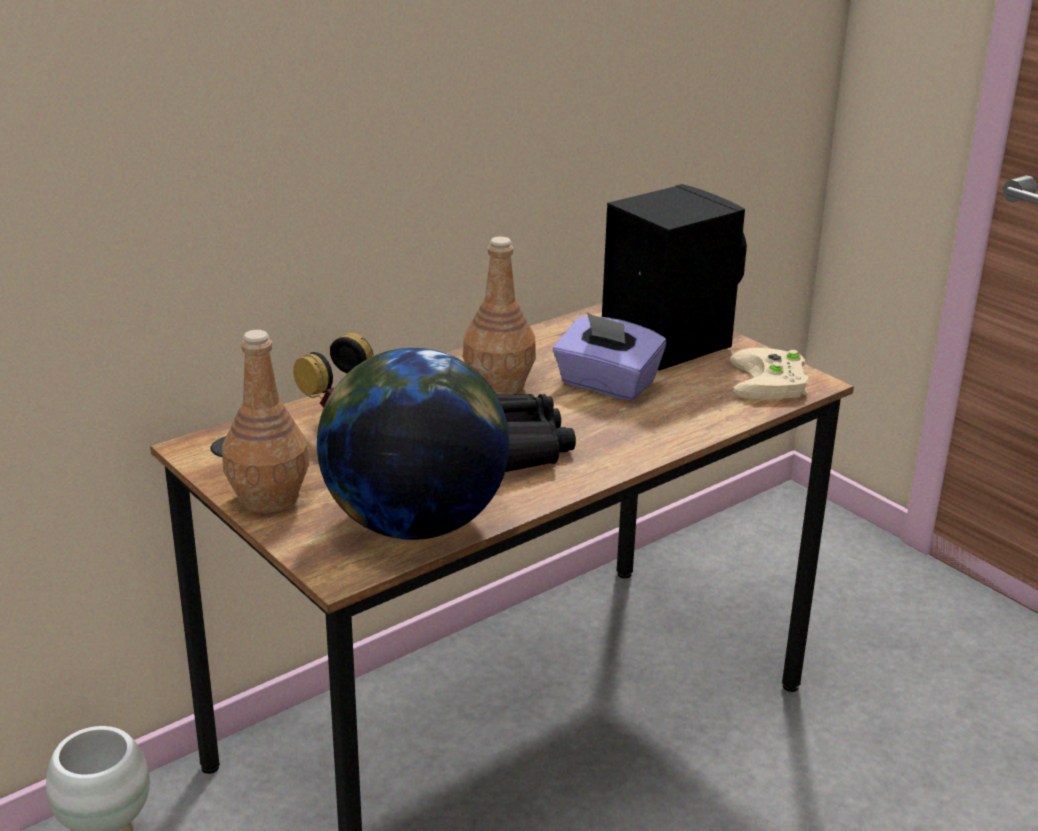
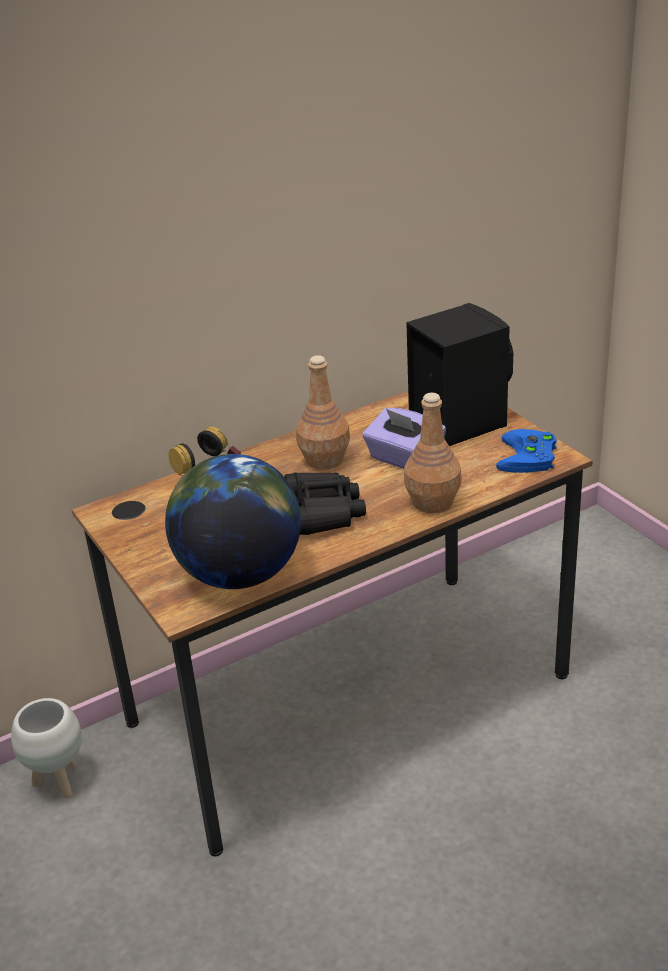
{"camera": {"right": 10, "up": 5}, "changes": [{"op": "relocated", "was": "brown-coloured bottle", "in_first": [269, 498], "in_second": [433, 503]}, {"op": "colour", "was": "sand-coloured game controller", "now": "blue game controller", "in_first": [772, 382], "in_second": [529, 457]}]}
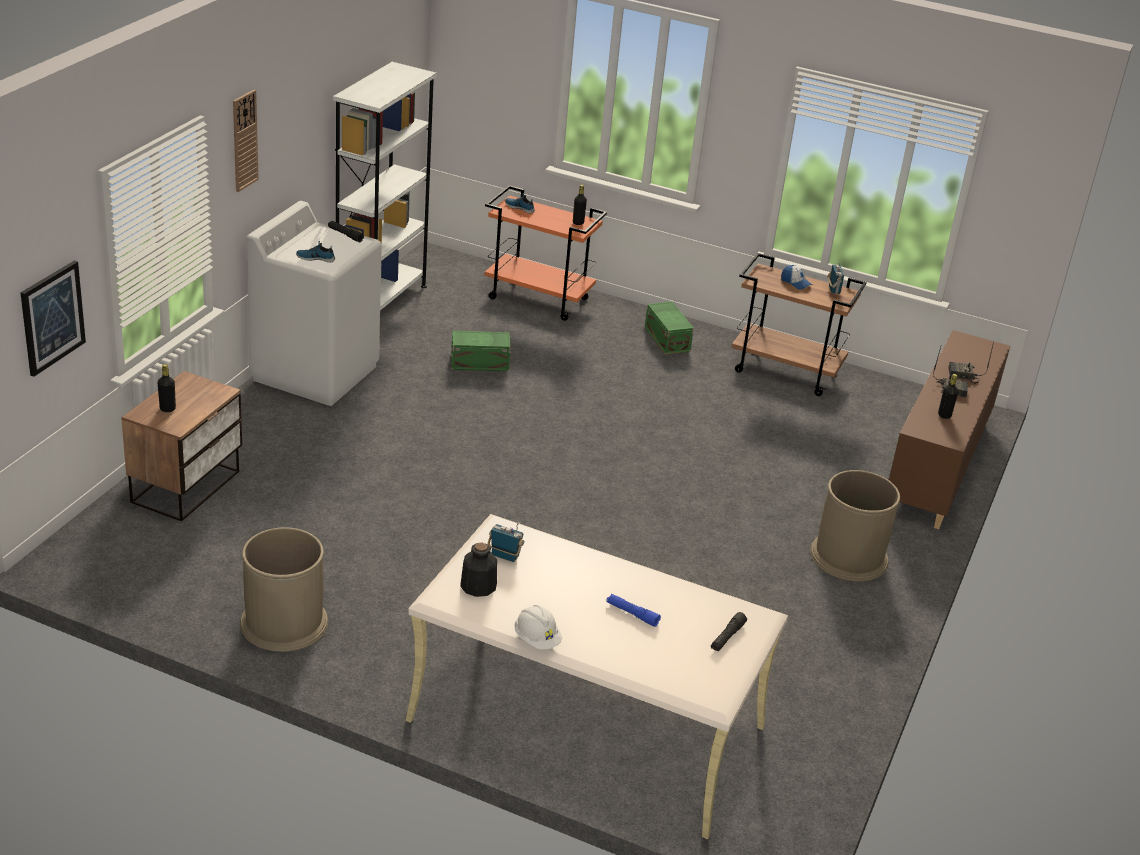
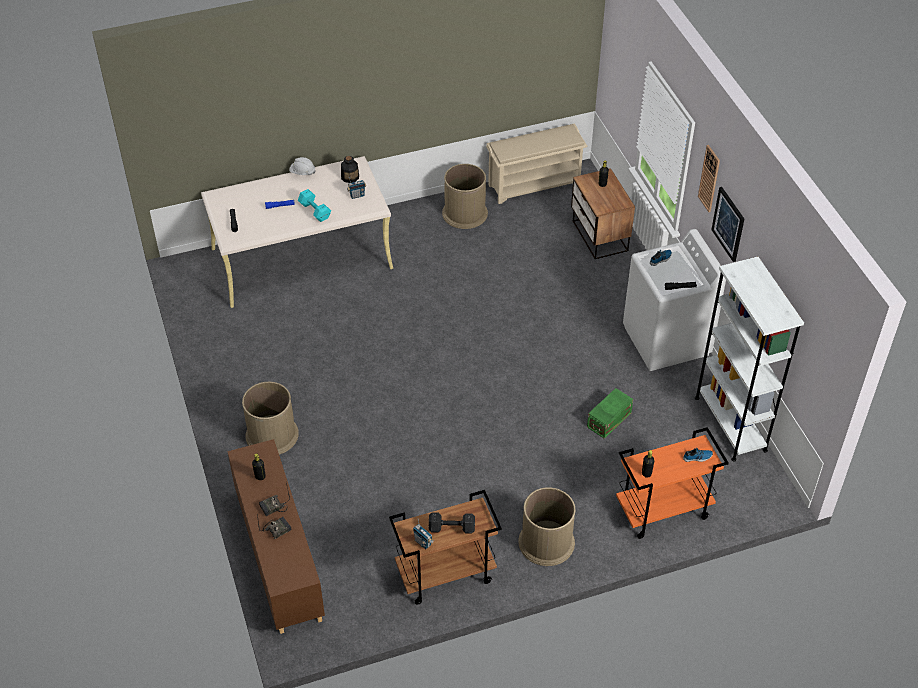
{"camera": {"right": 140, "up": 15}, "changes": [{"op": "relocated", "was": "wall art", "in_first": [52, 317], "in_second": [728, 224]}, {"op": "exchanged", "was": "green-coloured storage box", "now": "brown-coloured rubbish bin", "in_first": [667, 339], "in_second": [546, 542]}, {"op": "exchanged", "was": "cap", "now": "blackish free weight", "in_first": [795, 283], "in_second": [452, 528]}, {"op": "appeared", "now": "blue-green free weight", "in_second": [314, 210]}, {"op": "appeared", "now": "sand-coloured shoe shelf", "in_second": [535, 184]}]}
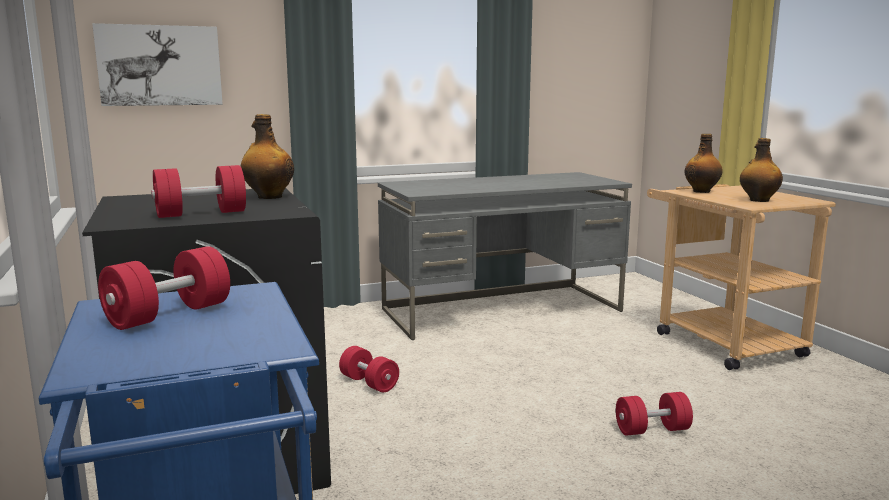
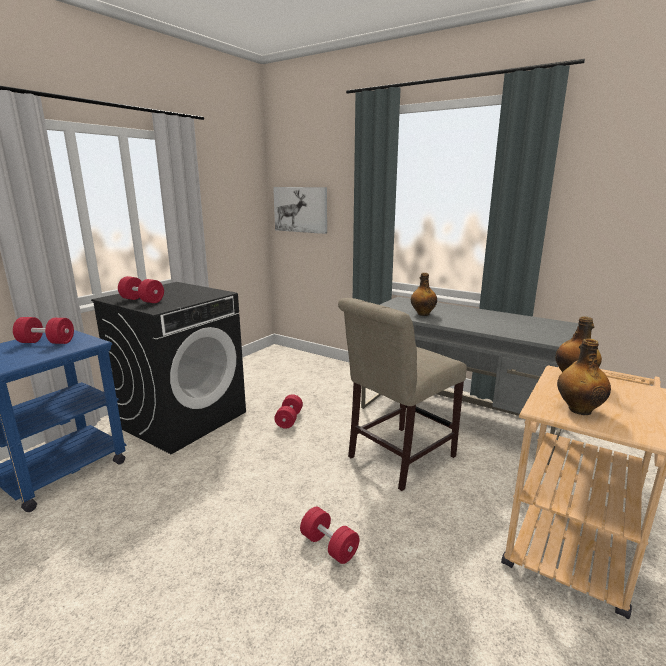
{"camera": {"right": 55, "up": 5}, "changes": [{"op": "relocated", "was": "bottle", "in_first": [269, 197], "in_second": [423, 314]}, {"op": "appeared", "now": "sand-coloured plain chair", "in_second": [396, 458]}]}
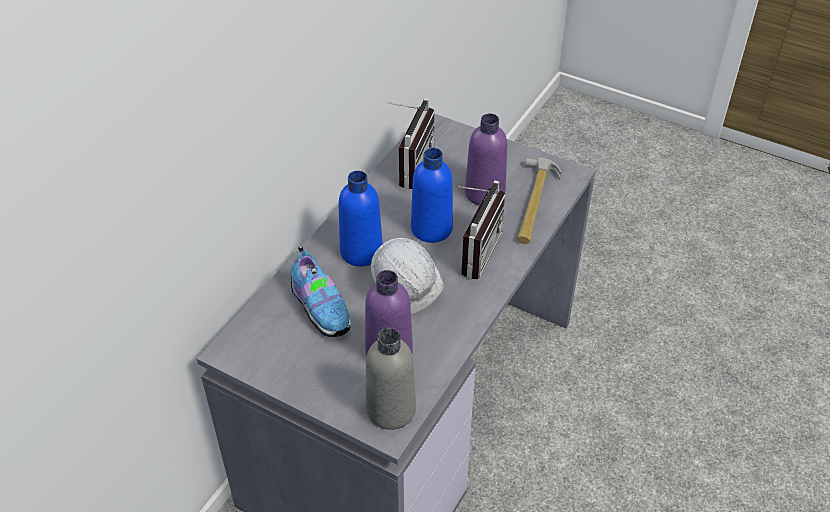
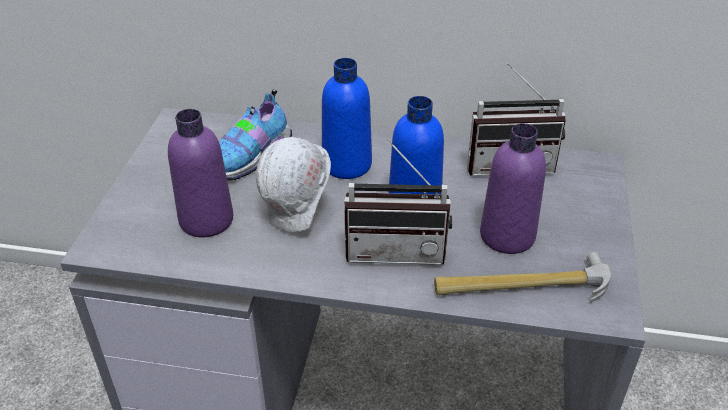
{"camera": {"right": 70, "up": -5}, "changes": [{"op": "missing", "was": "gray bottle", "in_first": [391, 410]}]}
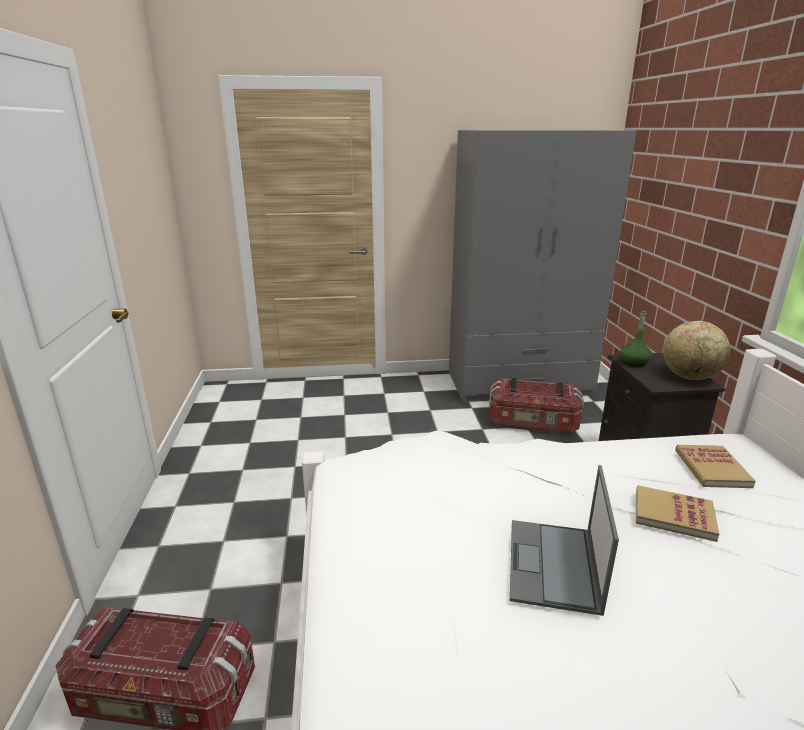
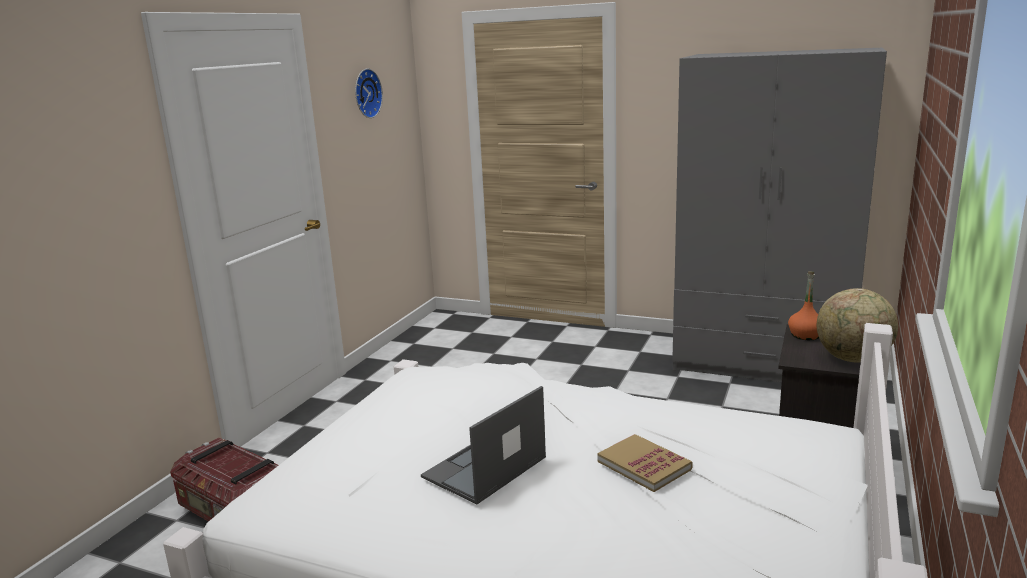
{"camera": {"right": 30, "up": -5}, "changes": [{"op": "missing", "was": "storage box", "in_first": [533, 423]}, {"op": "colour", "was": "green-coloured bottle", "now": "orangey bottle", "in_first": [634, 362], "in_second": [805, 335]}, {"op": "missing", "was": "volume", "in_first": [712, 468]}, {"op": "appeared", "now": "wall clock", "in_second": [365, 93]}]}
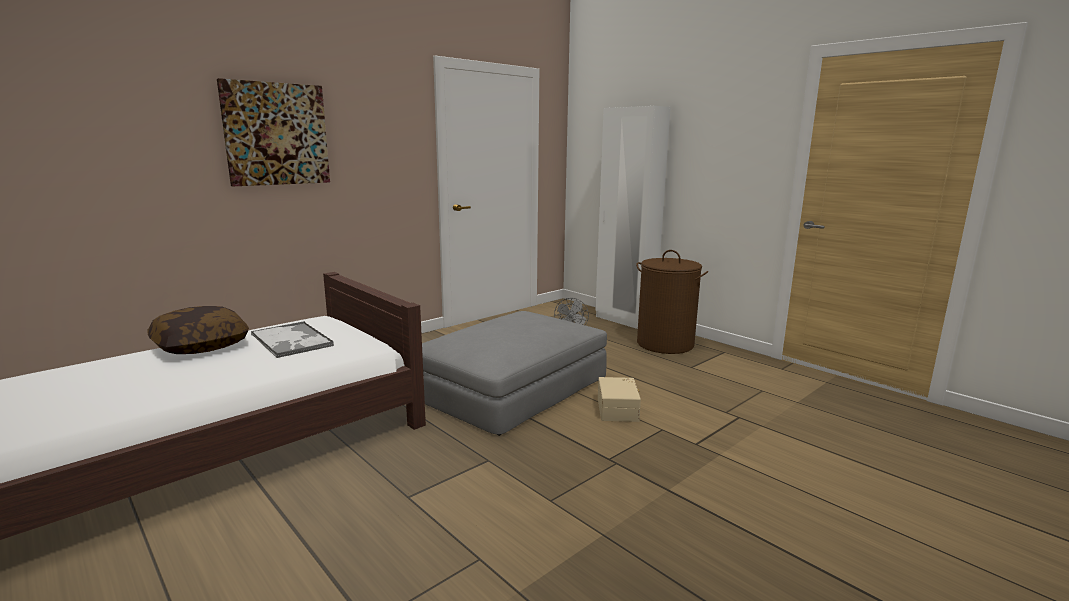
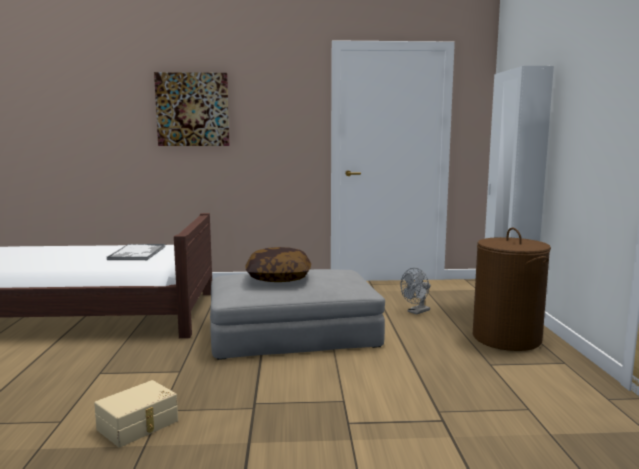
{"camera": {"right": 40, "up": -5}, "changes": [{"op": "relocated", "was": "cushion", "in_first": [200, 346], "in_second": [278, 277]}, {"op": "relocated", "was": "sand-coloured storage box", "in_first": [619, 409], "in_second": [139, 425]}]}
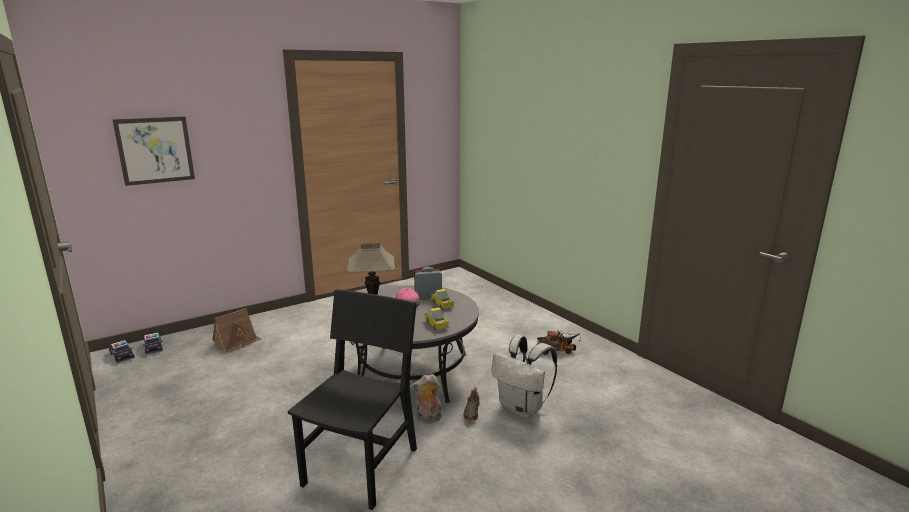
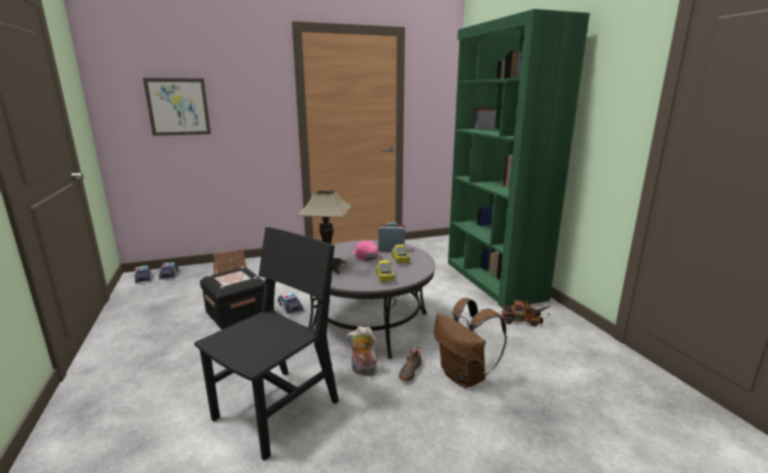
{"camera": {"right": 15, "up": 0}, "changes": [{"op": "colour", "was": "white rucksack", "now": "brown-coloured rucksack", "in_first": [522, 408], "in_second": [465, 377]}, {"op": "appeared", "now": "blackish storage box", "in_second": [237, 313]}, {"op": "appeared", "now": "miniature car", "in_second": [290, 307]}, {"op": "appeared", "now": "green-coloured shelving unit", "in_second": [493, 280]}]}
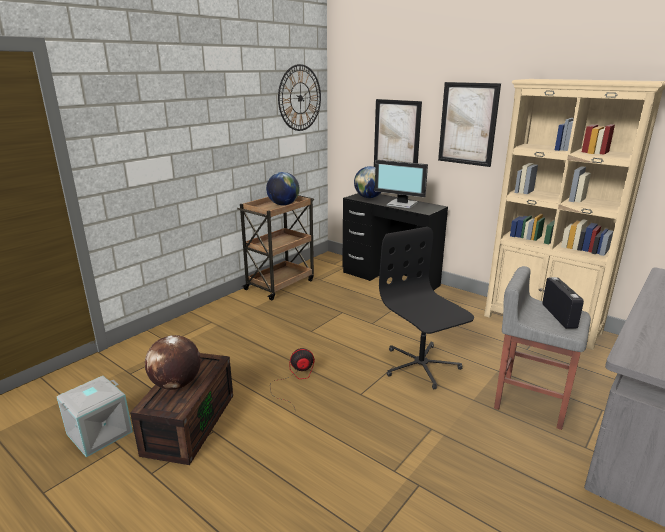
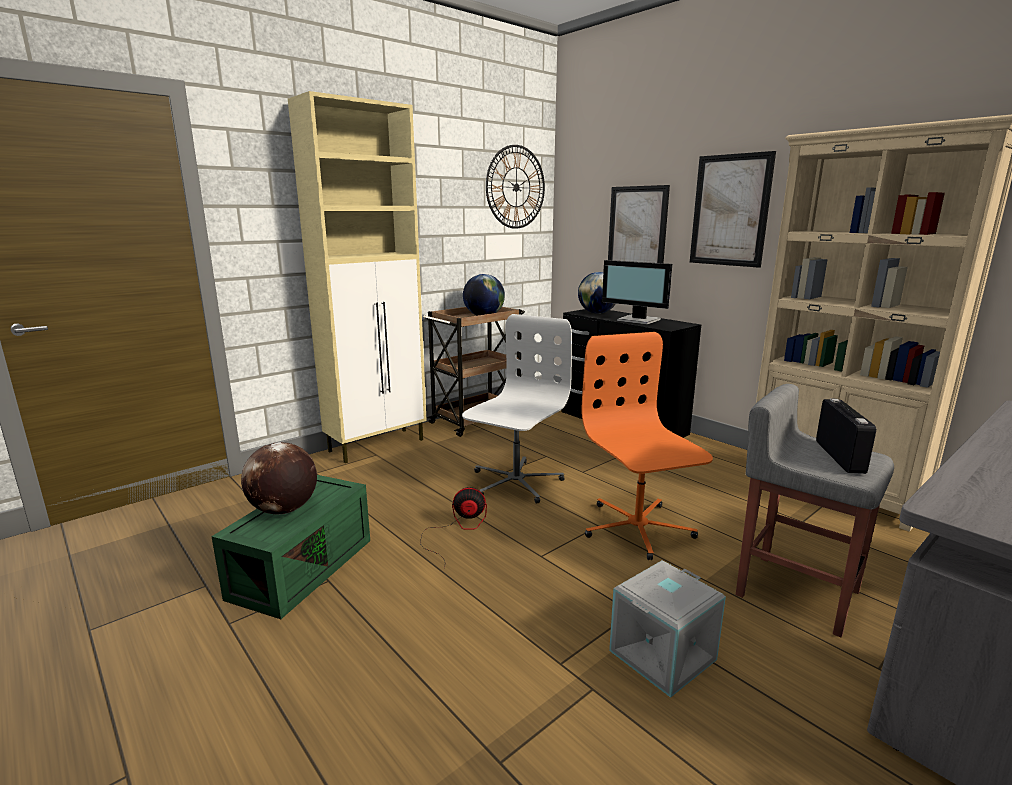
{"camera": {"right": 10, "up": -5}, "changes": [{"op": "relocated", "was": "gray storage box", "in_first": [99, 433], "in_second": [663, 656]}, {"op": "colour", "was": "brown-coloured storage box", "now": "green-coloured storage box", "in_first": [189, 422], "in_second": [302, 566]}, {"op": "colour", "was": "blackish computer chair", "now": "orangey computer chair", "in_first": [420, 366], "in_second": [637, 528]}, {"op": "appeared", "now": "sand-coloured cabinet", "in_second": [378, 445]}, {"op": "appeared", "now": "white computer chair", "in_second": [515, 482]}]}
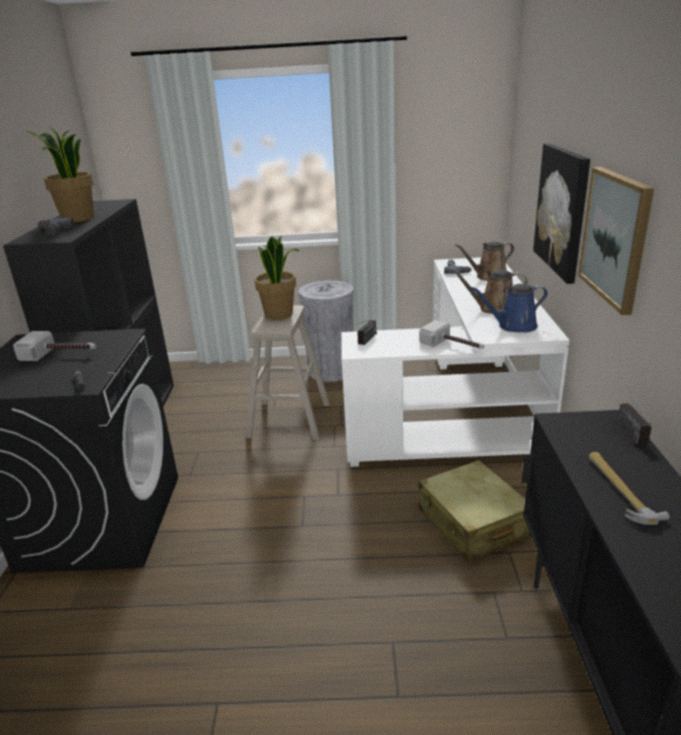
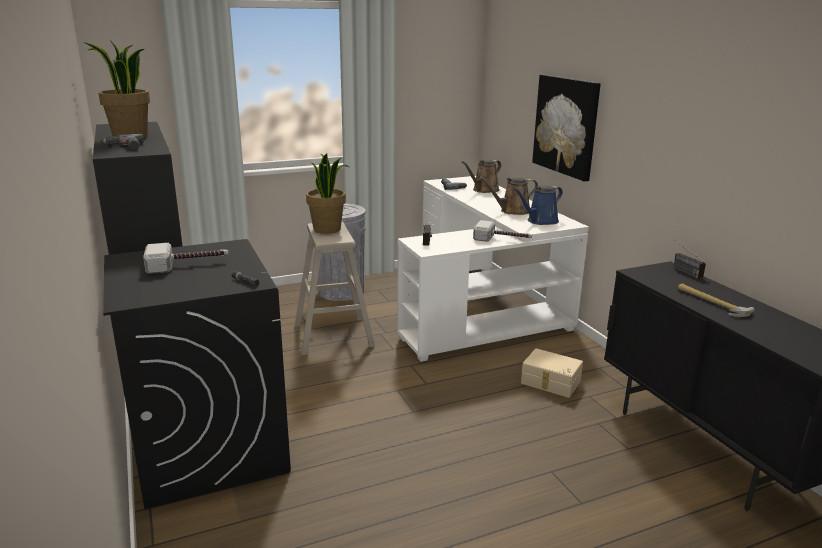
{"camera": {"right": -25, "up": -5}, "changes": [{"op": "exchanged", "was": "sand-coloured travel case", "now": "sand-coloured storage box", "in_first": [473, 523], "in_second": [550, 383]}, {"op": "missing", "was": "wall art", "in_first": [615, 237]}]}
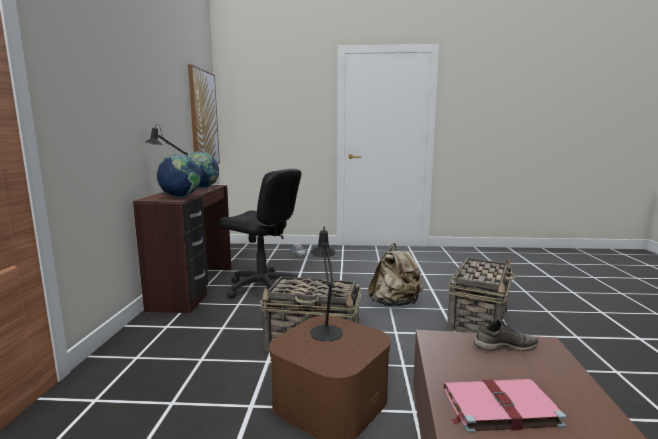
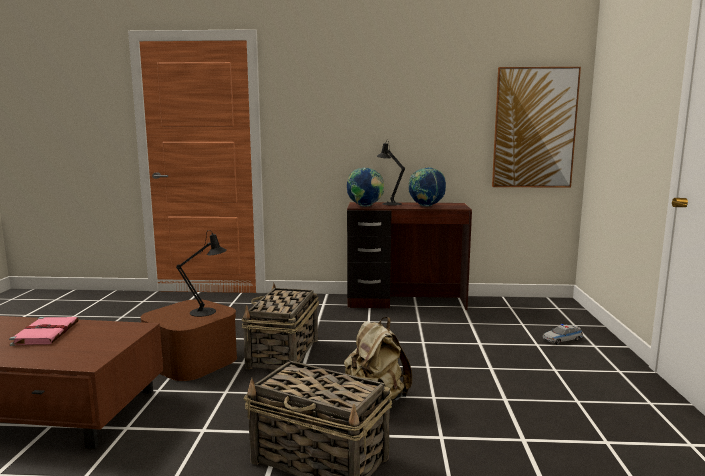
{"camera": {"right": 90, "up": 0}, "changes": [{"op": "missing", "was": "blackish computer chair", "in_first": [262, 288]}, {"op": "missing", "was": "gray item of footwear", "in_first": [504, 346]}]}
